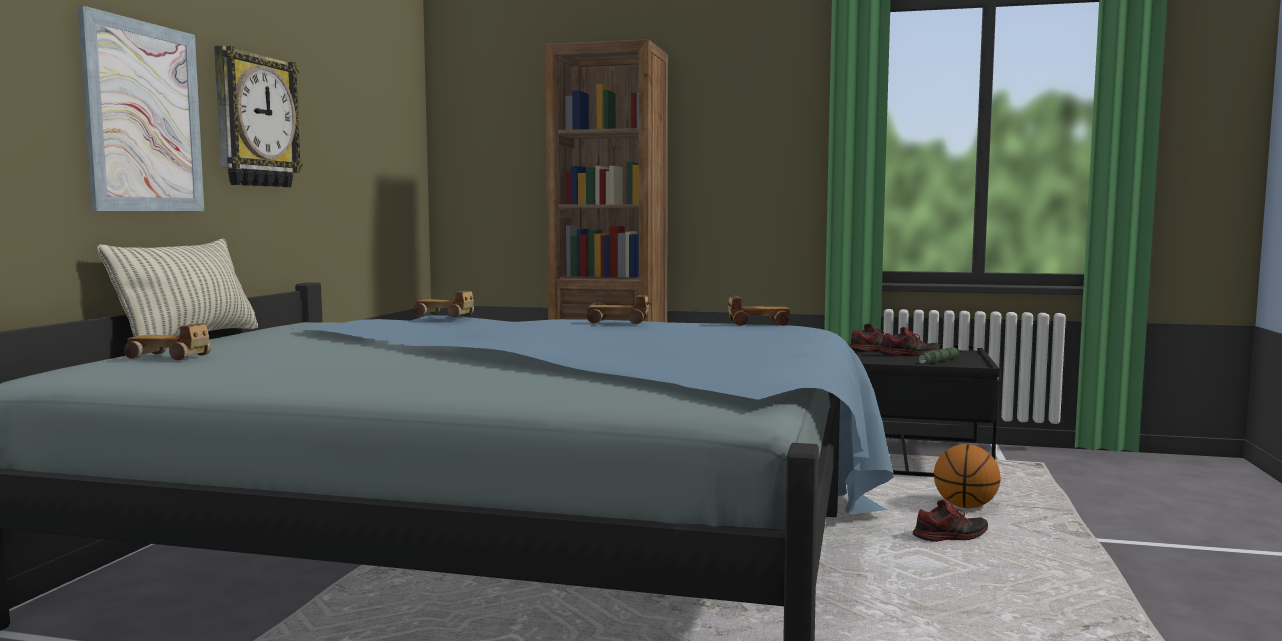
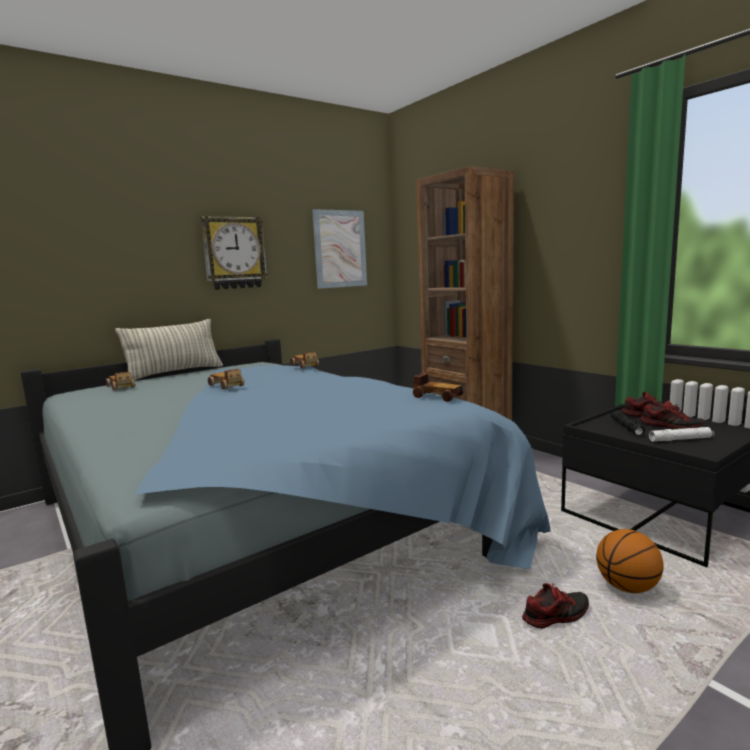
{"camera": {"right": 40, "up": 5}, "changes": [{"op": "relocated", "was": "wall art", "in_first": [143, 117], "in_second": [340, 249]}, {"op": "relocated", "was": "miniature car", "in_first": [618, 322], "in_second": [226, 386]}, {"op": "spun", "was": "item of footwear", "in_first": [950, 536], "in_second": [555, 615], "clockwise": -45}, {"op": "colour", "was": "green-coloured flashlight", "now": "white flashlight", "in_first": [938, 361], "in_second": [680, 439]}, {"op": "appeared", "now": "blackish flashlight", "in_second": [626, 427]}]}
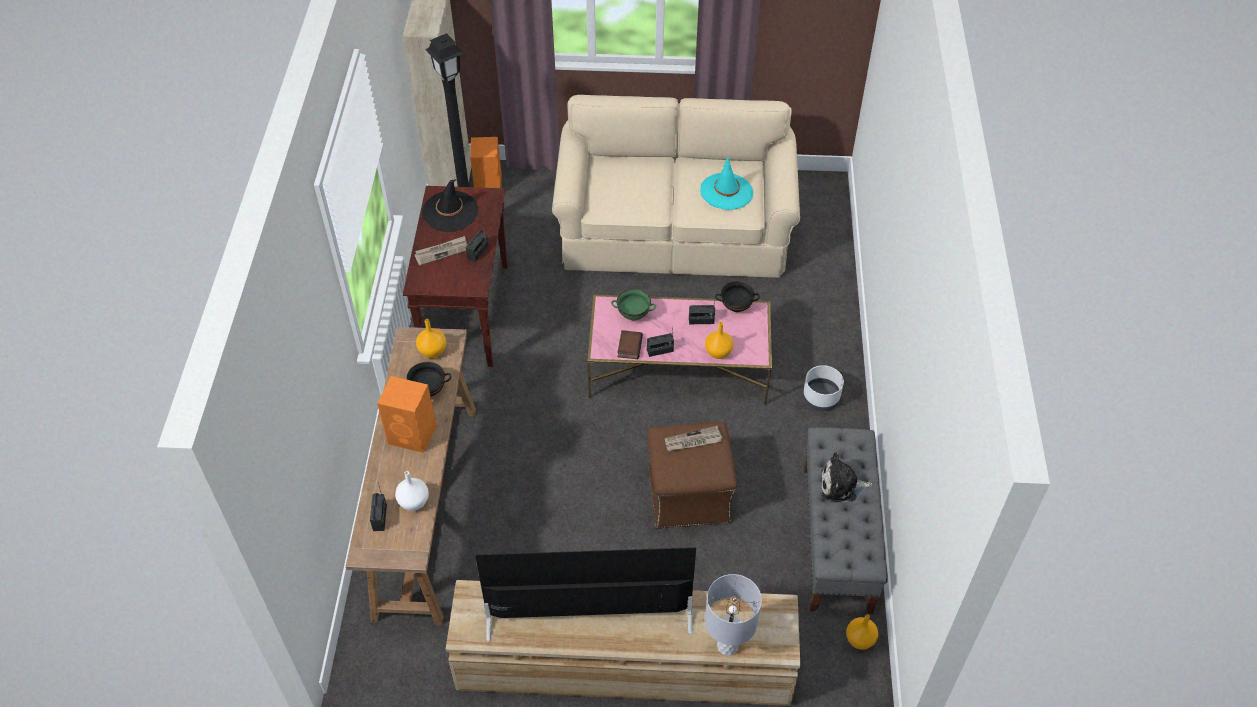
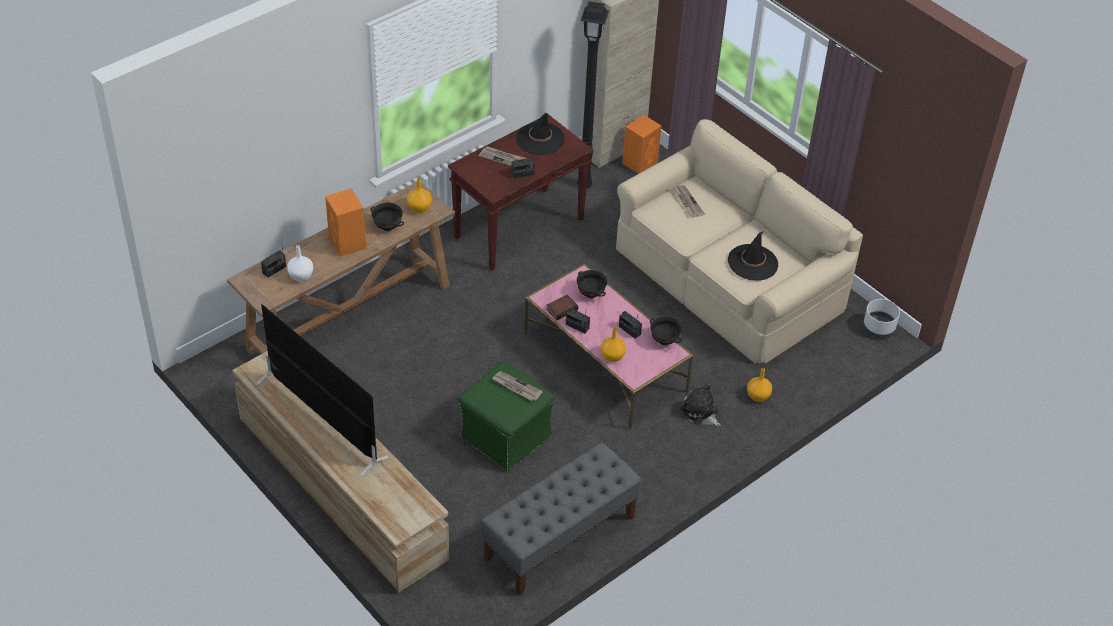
{"camera": {"right": 45, "up": -5}, "changes": [{"op": "colour", "was": "green-coloured serving bowl", "now": "blackish serving bowl", "in_first": [633, 315], "in_second": [591, 294]}, {"op": "colour", "was": "brown-coloured footrest", "now": "green-coloured footrest", "in_first": [688, 495], "in_second": [505, 436]}, {"op": "colour", "was": "blue-green hat", "now": "blackish hat", "in_first": [726, 192], "in_second": [752, 263]}, {"op": "missing", "was": "gray lamp for a table", "in_first": [727, 646]}, {"op": "relocated", "was": "white flower pot", "in_first": [821, 398], "in_second": [878, 329]}, {"op": "relocated", "was": "cuddly toy", "in_first": [841, 486], "in_second": [700, 412]}, {"op": "relocated", "was": "orangey flower vase", "in_first": [860, 640], "in_second": [758, 397]}, {"op": "appeared", "now": "printed paper", "in_second": [687, 202]}]}
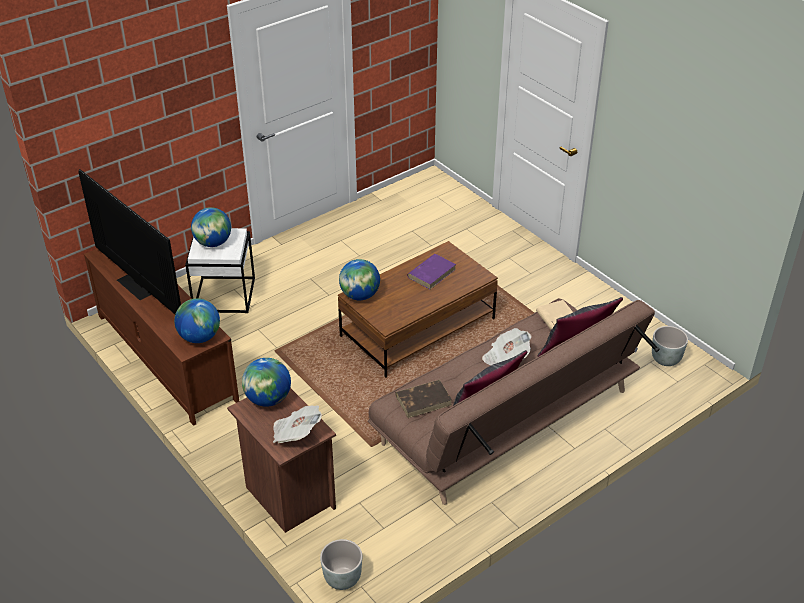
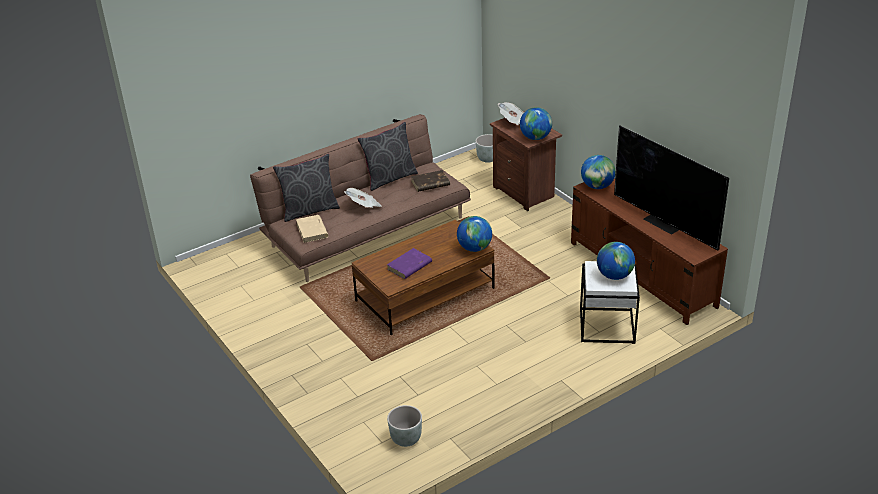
{"camera": {"right": -175, "up": -5}, "changes": [{"op": "relocated", "was": "gray flower pot", "in_first": [665, 359], "in_second": [406, 439]}]}
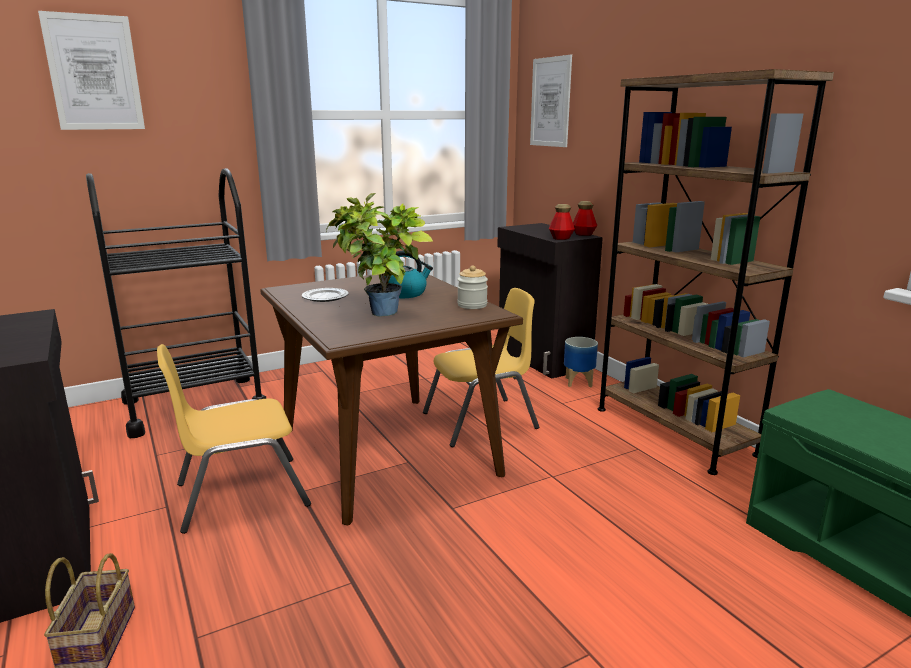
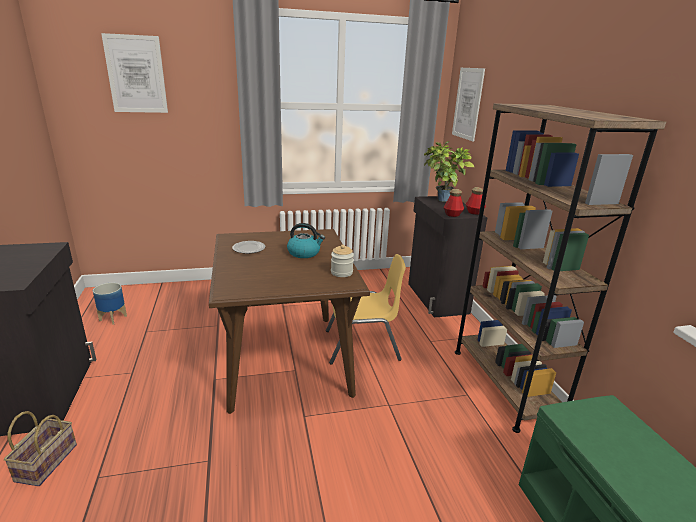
{"camera": {"right": 15, "up": 5}, "changes": [{"op": "missing", "was": "blackish trolley", "in_first": [194, 405]}, {"op": "missing", "was": "yellow-coloured plain chair", "in_first": [241, 494]}, {"op": "relocated", "was": "potted plant", "in_first": [379, 315], "in_second": [441, 200]}, {"op": "relocated", "was": "flower pot", "in_first": [578, 382], "in_second": [113, 318]}]}
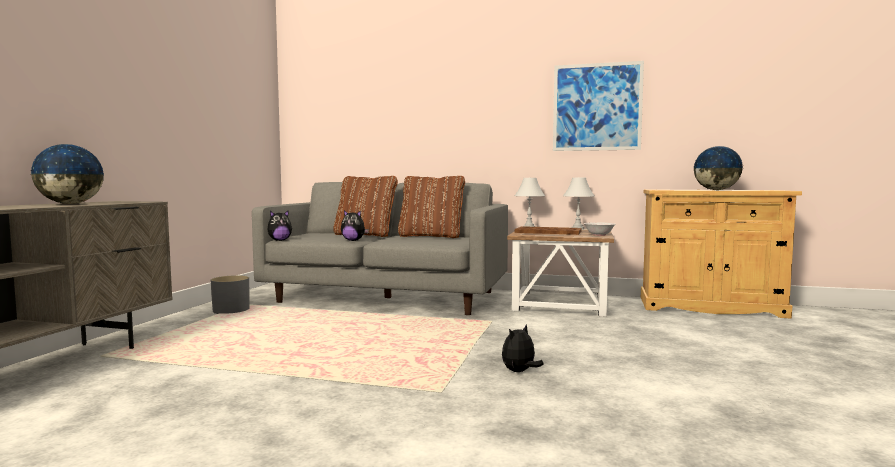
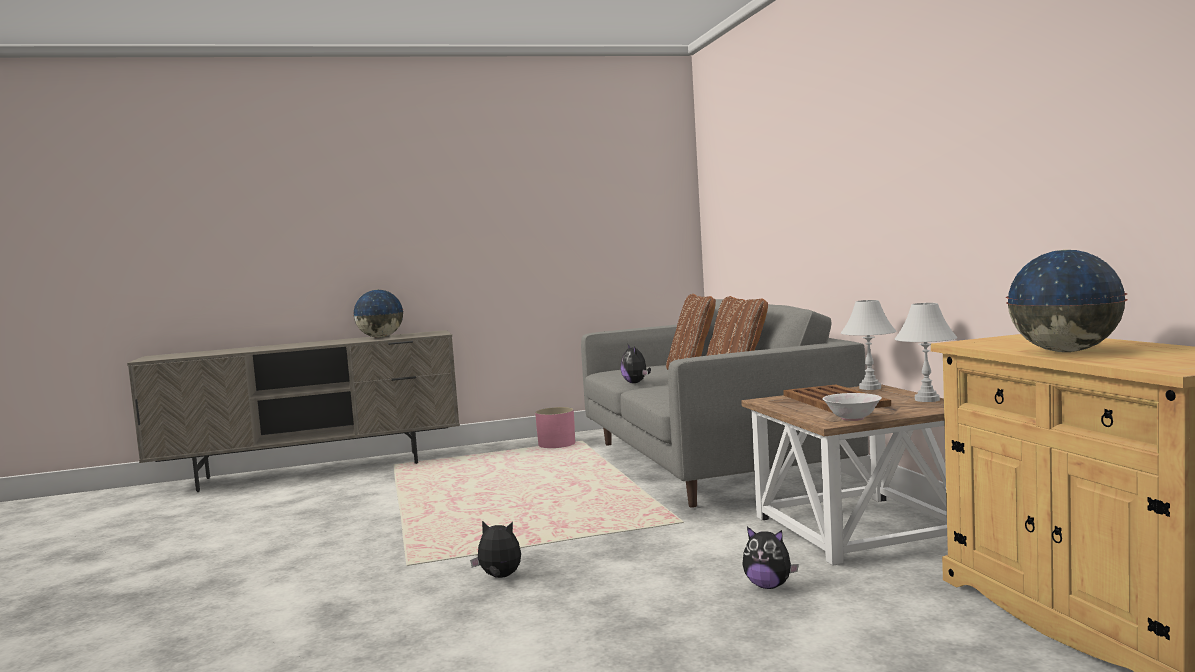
{"camera": {"right": 60, "up": 0}, "changes": [{"op": "colour", "was": "gray flower pot", "now": "pink-coloured flower pot", "in_first": [231, 310], "in_second": [557, 444]}, {"op": "relocated", "was": "cuddly toy", "in_first": [279, 240], "in_second": [768, 586]}, {"op": "missing", "was": "wall art", "in_first": [597, 107]}]}
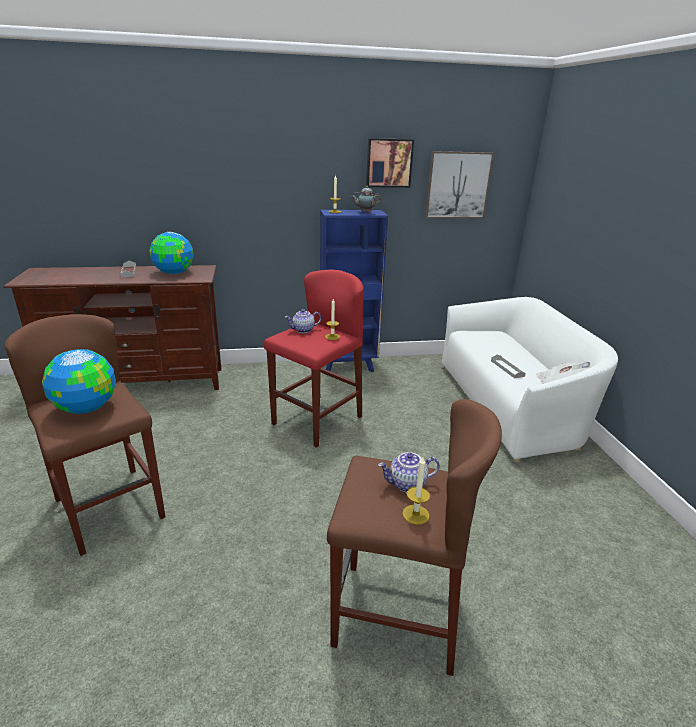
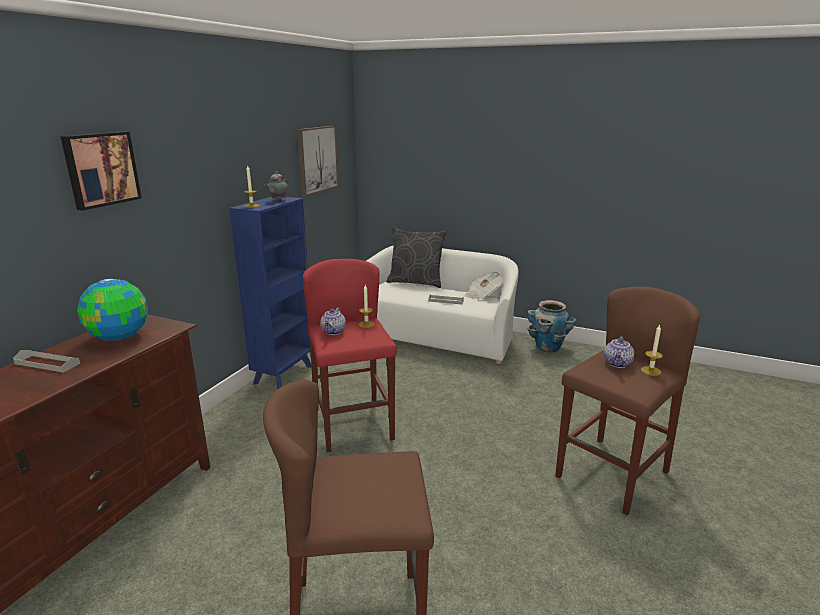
{"camera": {"right": -55, "up": -5}, "changes": [{"op": "missing", "was": "world globe", "in_first": [85, 408]}, {"op": "relocated", "was": "wall art", "in_first": [389, 163], "in_second": [101, 169]}, {"op": "appeared", "now": "gray cushion", "in_second": [416, 282]}, {"op": "appeared", "now": "flower pot", "in_second": [548, 348]}]}
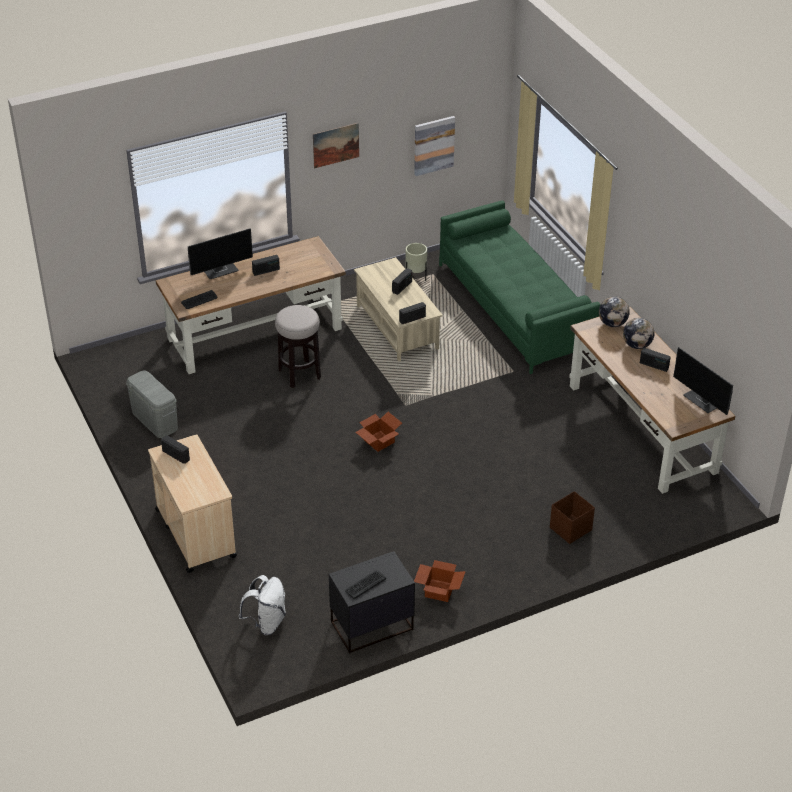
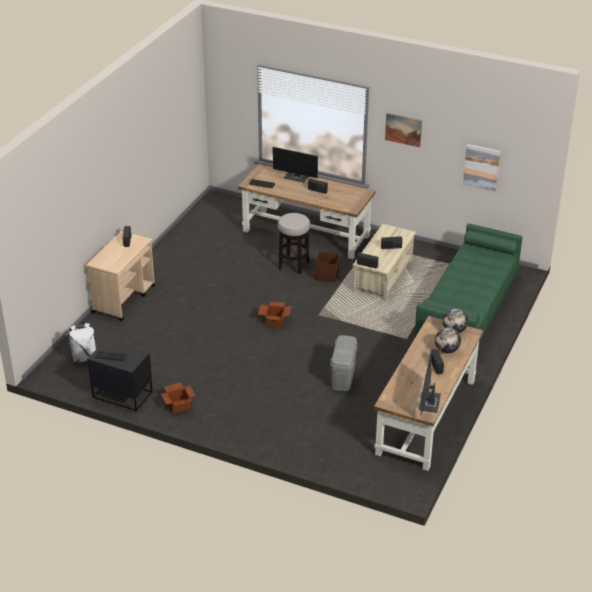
{"camera": {"right": 50, "up": -5}, "changes": [{"op": "relocated", "was": "gray storage box", "in_first": [155, 420], "in_second": [343, 376]}, {"op": "missing", "was": "sand-coloured flower pot", "in_first": [415, 277]}, {"op": "relocated", "was": "brown-coloured storage box", "in_first": [570, 529], "in_second": [326, 275]}]}
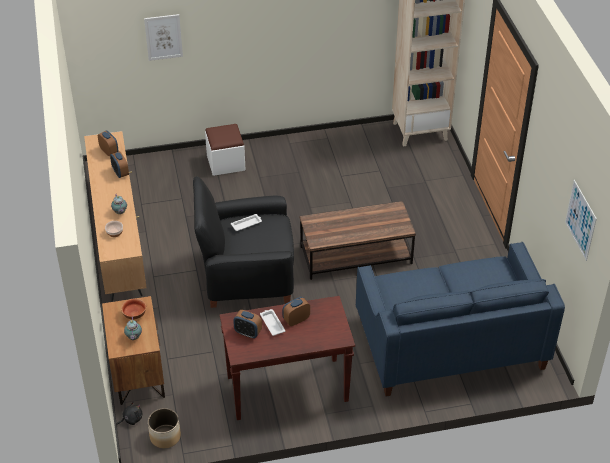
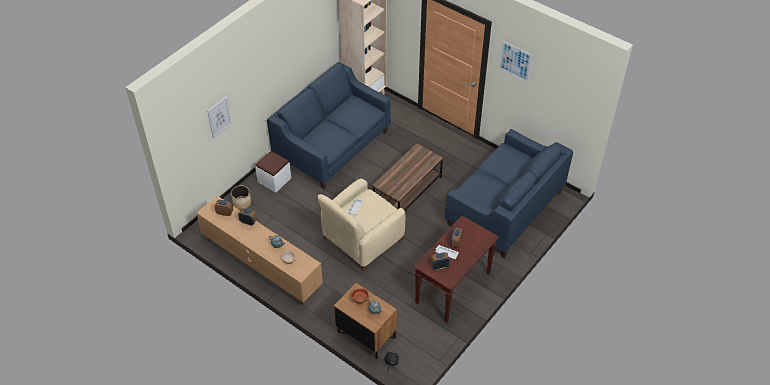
{"camera": {"right": -40, "up": 5}, "changes": [{"op": "relocated", "was": "flower pot", "in_first": [165, 436], "in_second": [241, 202]}, {"op": "colour", "was": "blackish armchair", "now": "sand-coloured armchair", "in_first": [246, 275], "in_second": [362, 240]}, {"op": "relocated", "was": "wall art", "in_first": [580, 220], "in_second": [515, 61]}, {"op": "appeared", "now": "blue couch", "in_second": [332, 145]}]}
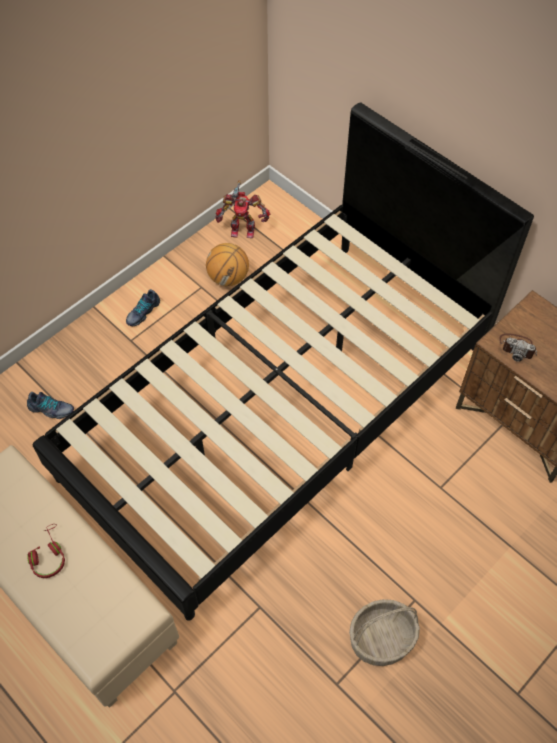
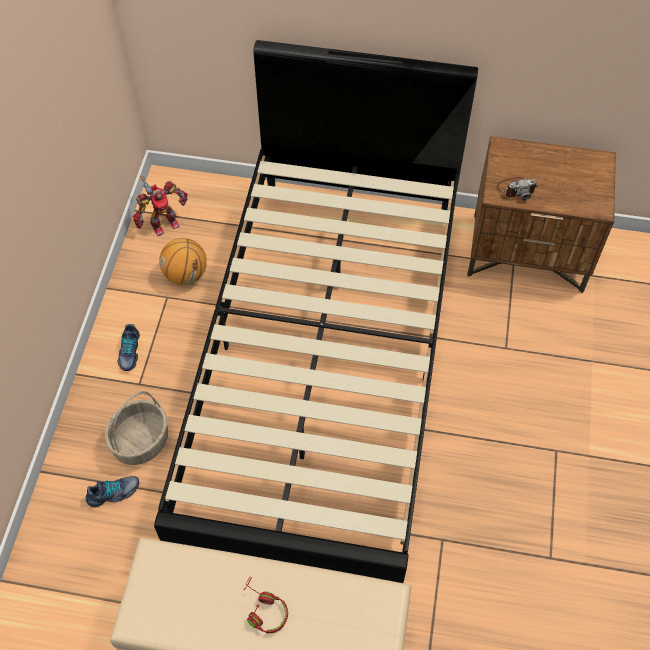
{"camera": {"right": -35, "up": 0}, "changes": [{"op": "relocated", "was": "storage basket", "in_first": [380, 640], "in_second": [141, 442]}]}
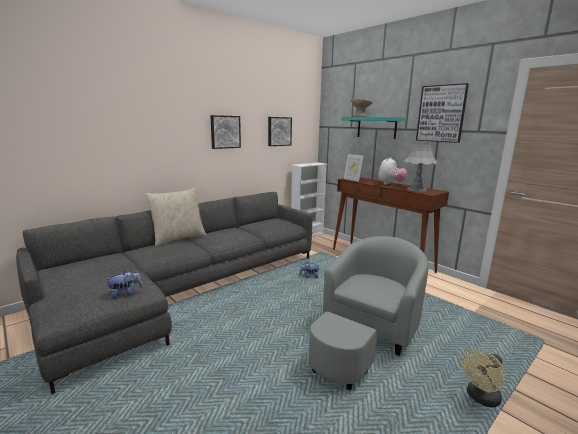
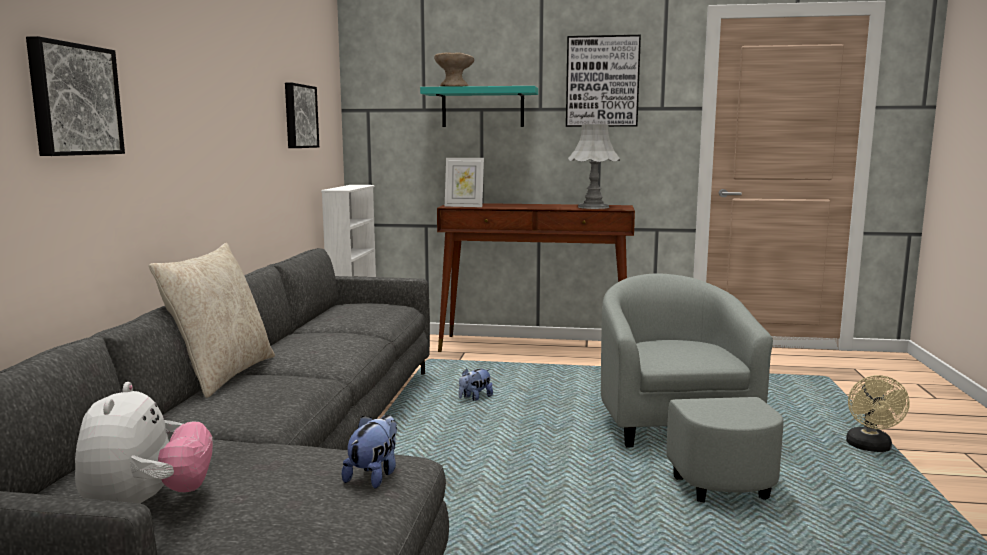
{"camera": {"right": -40, "up": -5}, "changes": [{"op": "relocated", "was": "wall art", "in_first": [225, 132], "in_second": [73, 100]}, {"op": "relocated", "was": "cuddly toy", "in_first": [390, 184], "in_second": [147, 505]}]}
